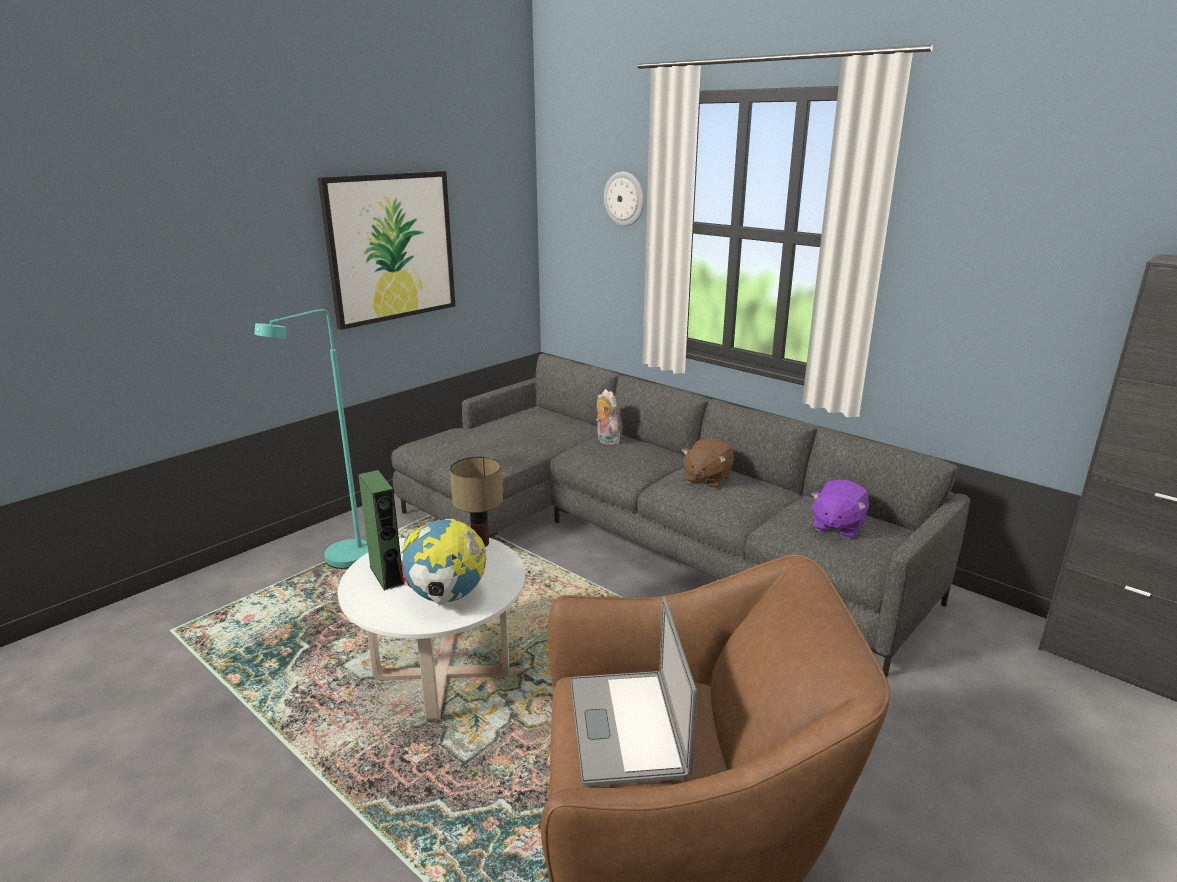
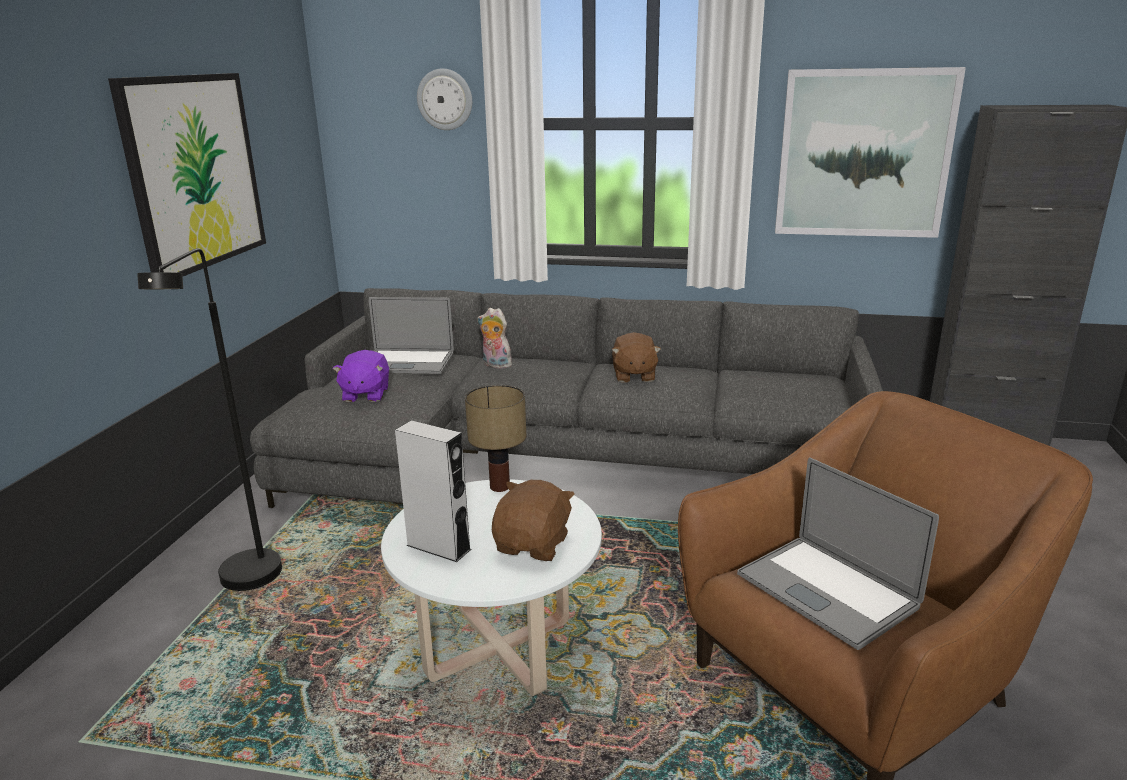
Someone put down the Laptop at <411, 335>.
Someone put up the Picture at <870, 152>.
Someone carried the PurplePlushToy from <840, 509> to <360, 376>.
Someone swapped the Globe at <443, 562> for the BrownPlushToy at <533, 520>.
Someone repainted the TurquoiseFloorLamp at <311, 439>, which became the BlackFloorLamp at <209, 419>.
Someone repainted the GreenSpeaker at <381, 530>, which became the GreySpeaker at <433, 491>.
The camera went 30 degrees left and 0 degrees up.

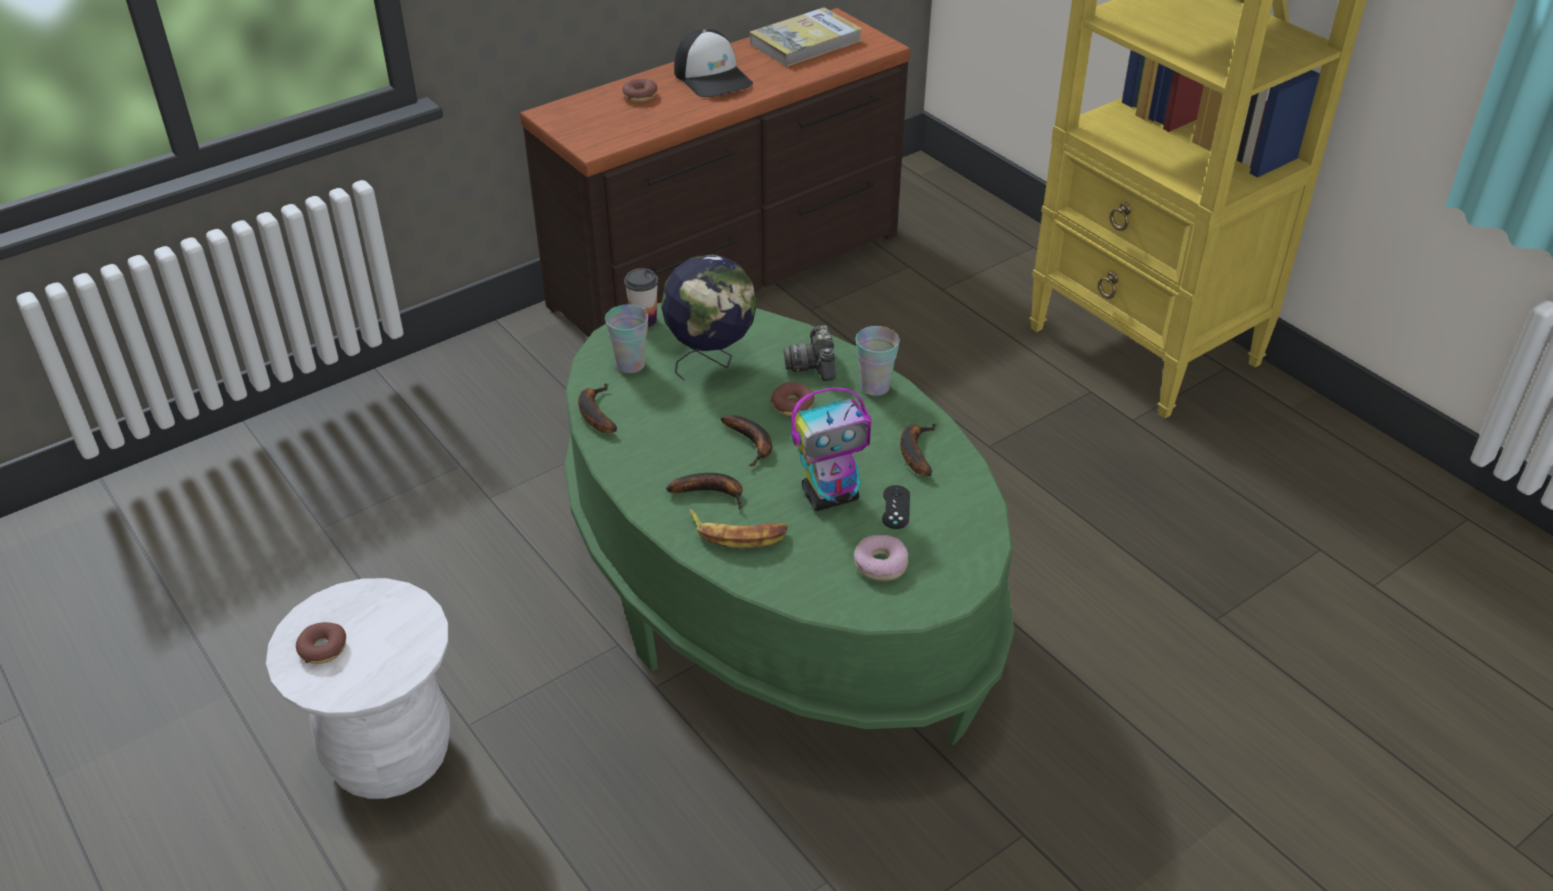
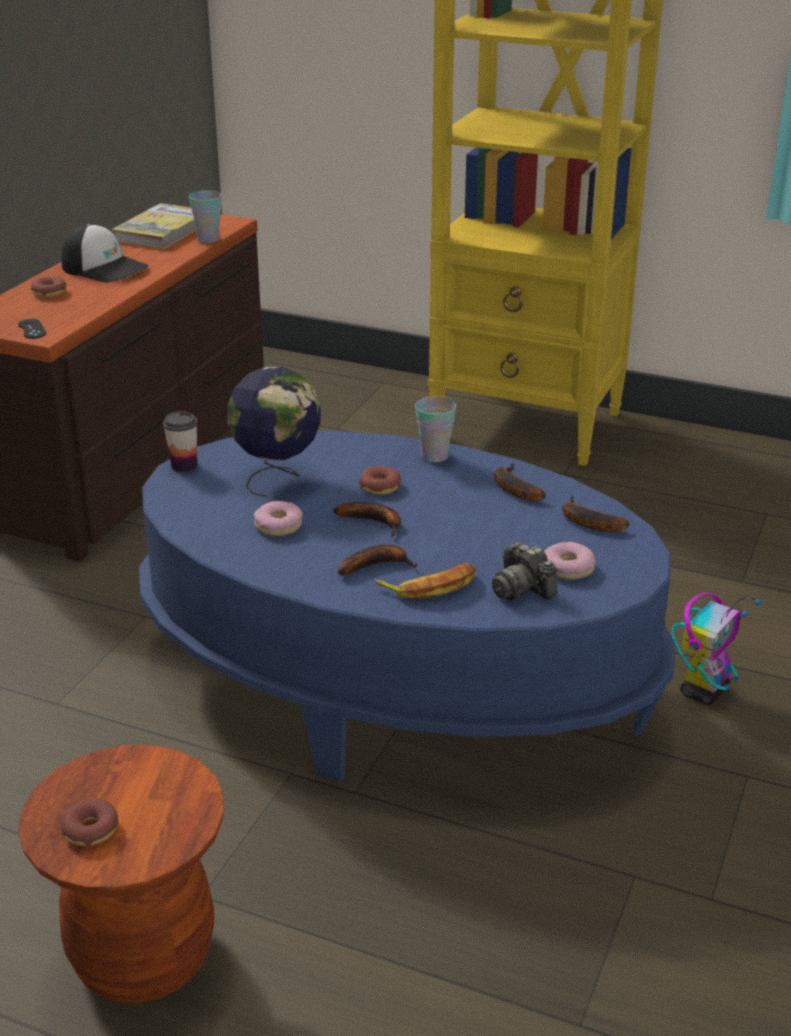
Someone put down the Donut at <278, 518>.
Someone carried the Banana from <597, 408> to <595, 514>.
Someone carried the Cup from <626, 339> to <205, 216>.
Someone carried the PhotoCamera from <810, 353> to <524, 571>.
Someone carried the ToyRobot from <831, 449> to <716, 649>.
Someone carried the BlackGameController from <896, 507> to <32, 329>.
Someone repainted the WhiteStool at <358, 688>, which became the BrownStool at <121, 874>.
Someone repainted the GreenCoffeeTable at <789, 523>, which became the BlueCoffeeTable at <407, 606>.
The camera went 30 degrees left and 10 degrees down.

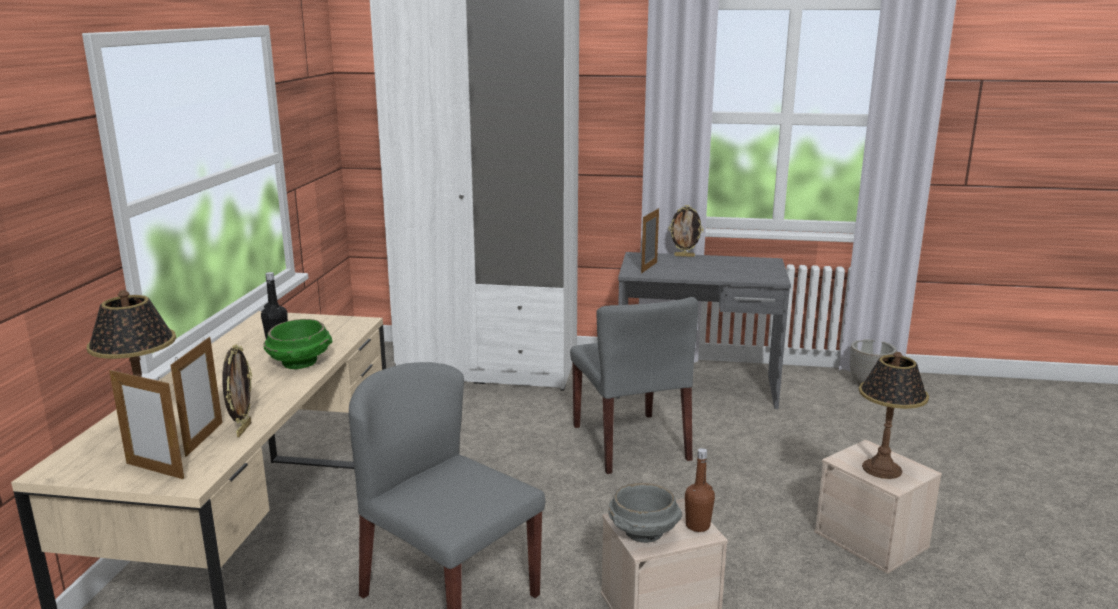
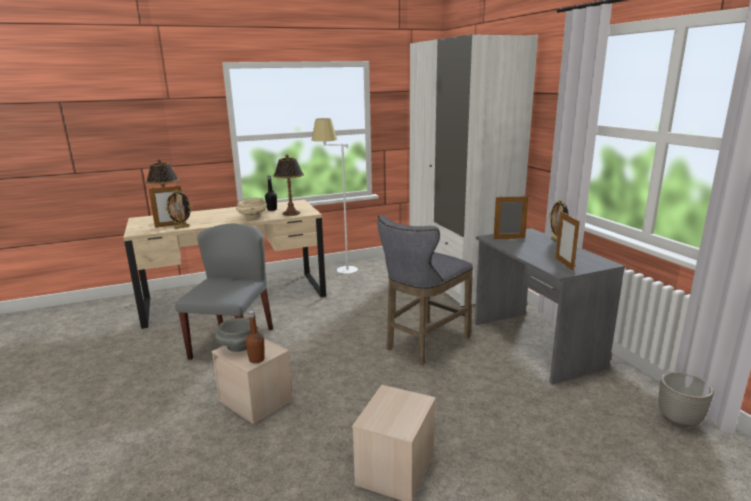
Someone put down the WhiteFloorLamp at <335, 196>.
Someone carried the PictureFrame from <146, 423> to <568, 241>.
Someone carried the TableLamp from <894, 415> to <288, 185>.
Someone swapped the GreyChair at <634, 385> for the GreyStool at <425, 290>.
Someone repainted the GreenBowl at <298, 344>, which became the BeigeBowl at <251, 208>.
The camera went 60 degrees right and 0 degrees up.

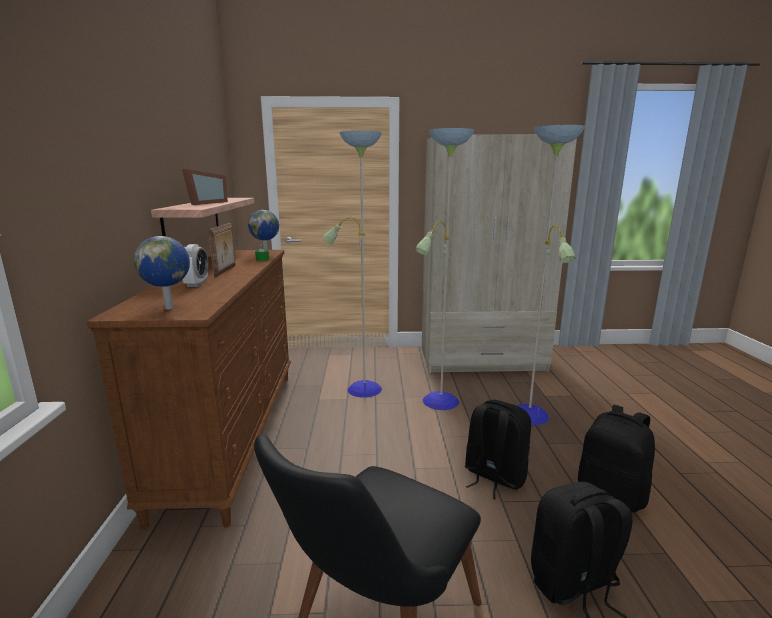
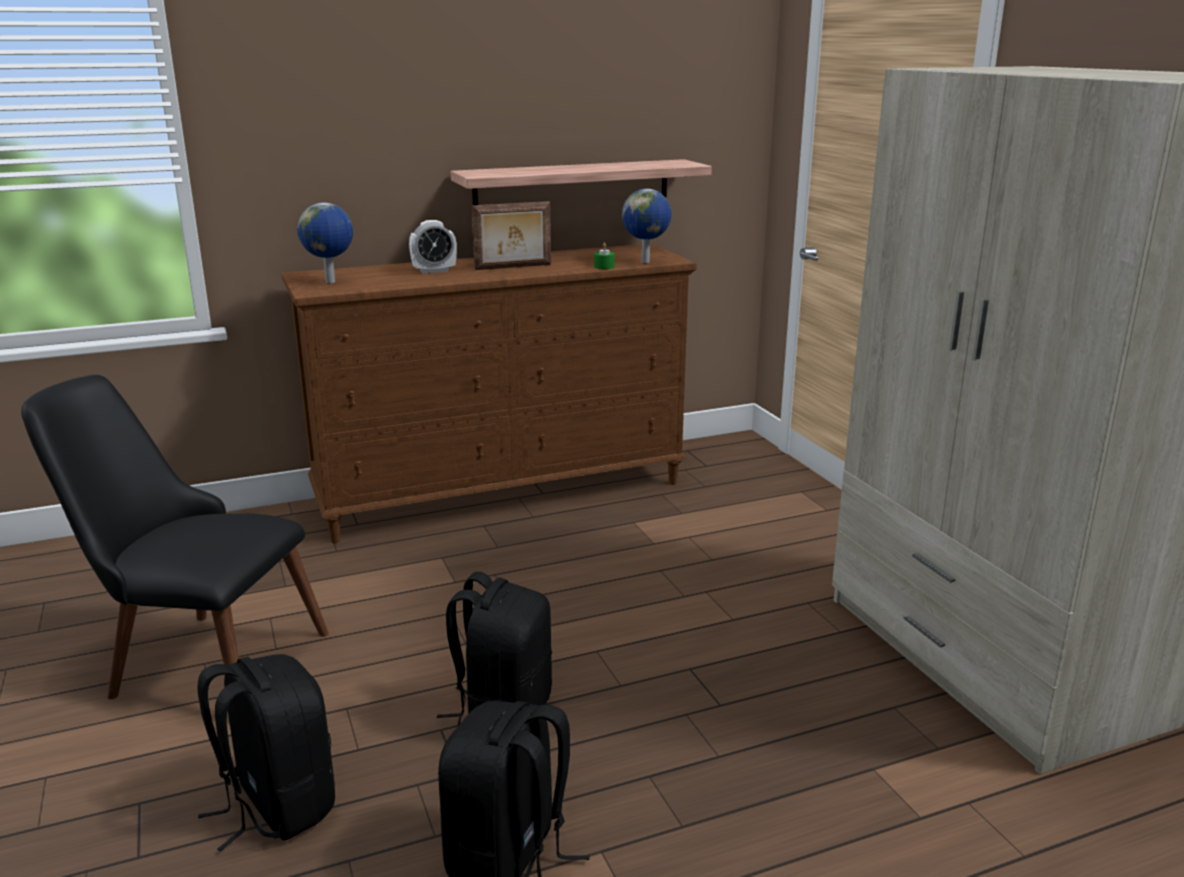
Someone took away the PictureFrame at <205, 187>.
Someone took away the FloorLamp at <454, 275>.
The camera went 70 degrees right and 5 degrees up.

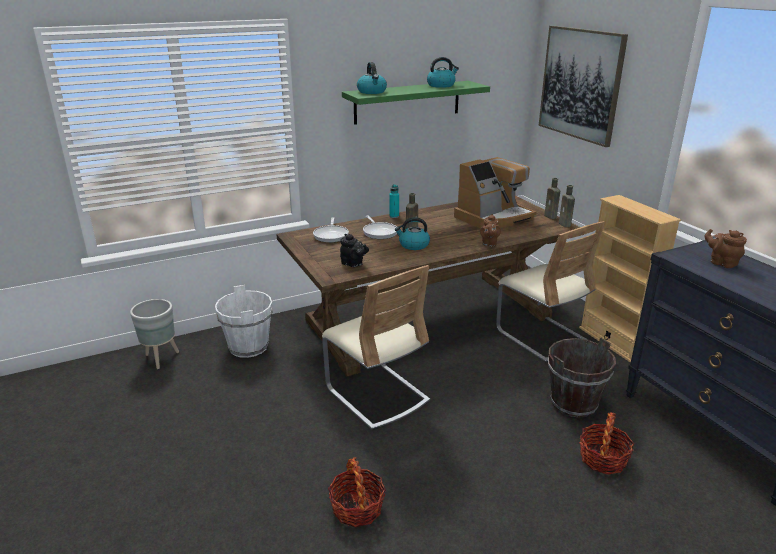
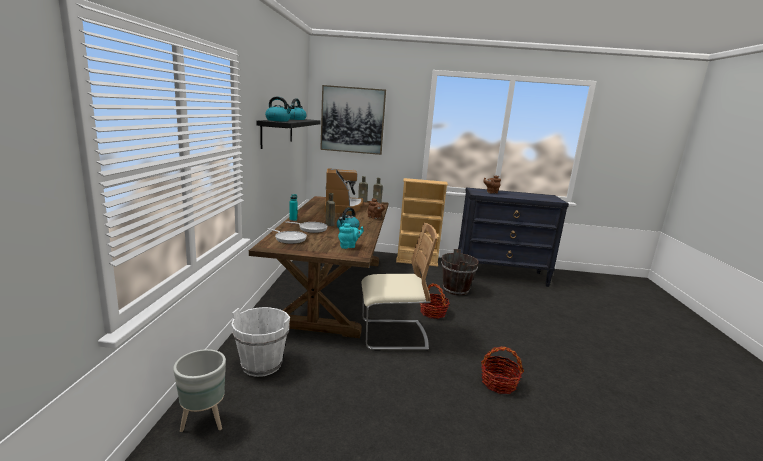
Someone took away the BeigeChair at <550, 292>.
Someone carried the Basket from <607, 444> to <435, 301>.
Someone repainted the BlackTeapot at <354, 250>, which became the TurquoiseTeapot at <351, 236>.
Someone repainted the GreenShelf at <416, 103>, which became the BlackShelf at <288, 134>.
The camera went 60 degrees left and 10 degrees down.

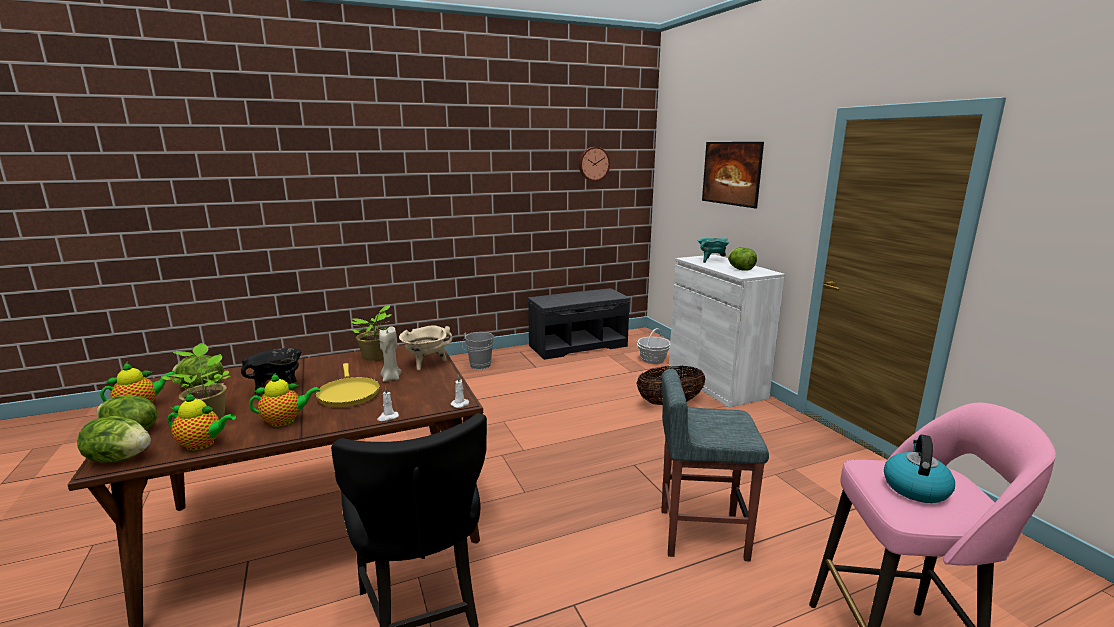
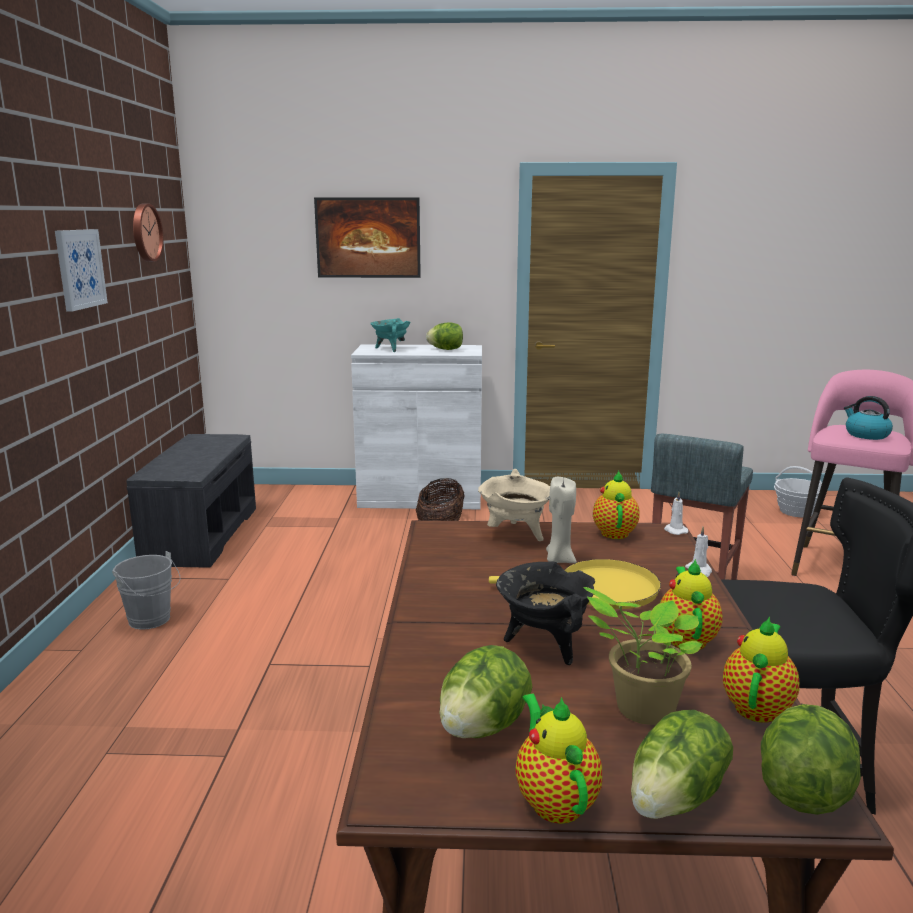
Someone took away the PottedPlant at <371, 333>.
Someone put up the Picture at <81, 270>.
Someone put down the Teapot at <616, 505>.
Someone carried the Basket from <653, 346> to <798, 492>.
The camera went 65 degrees left and 0 degrees up.

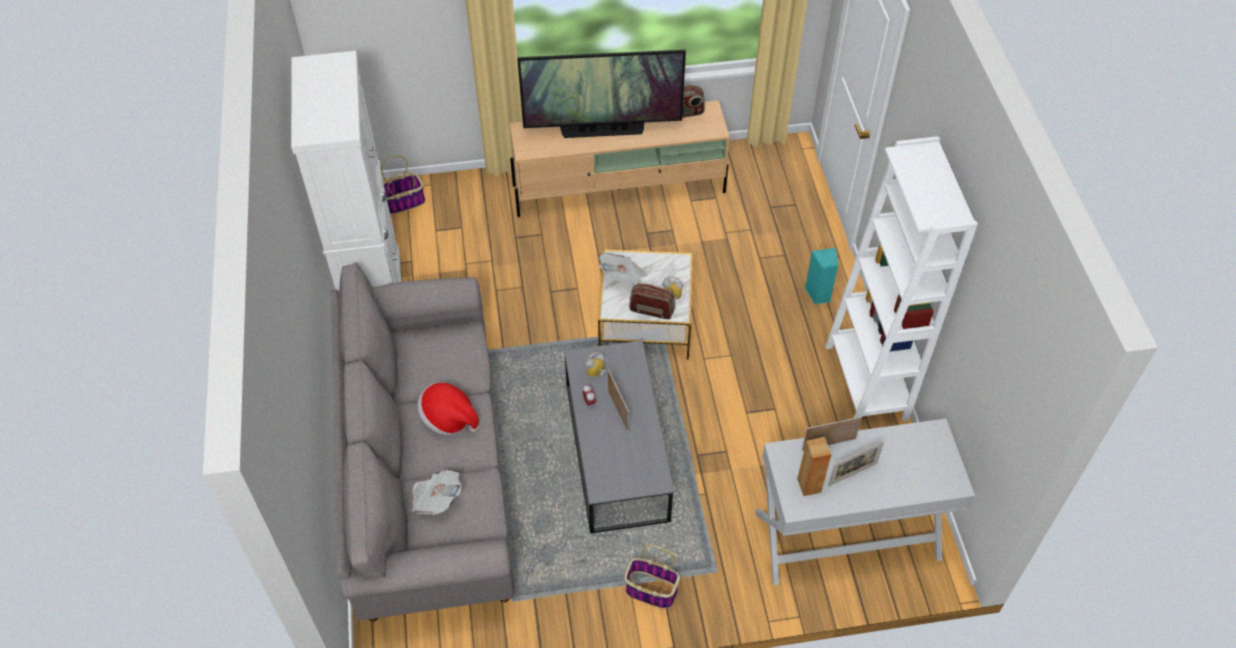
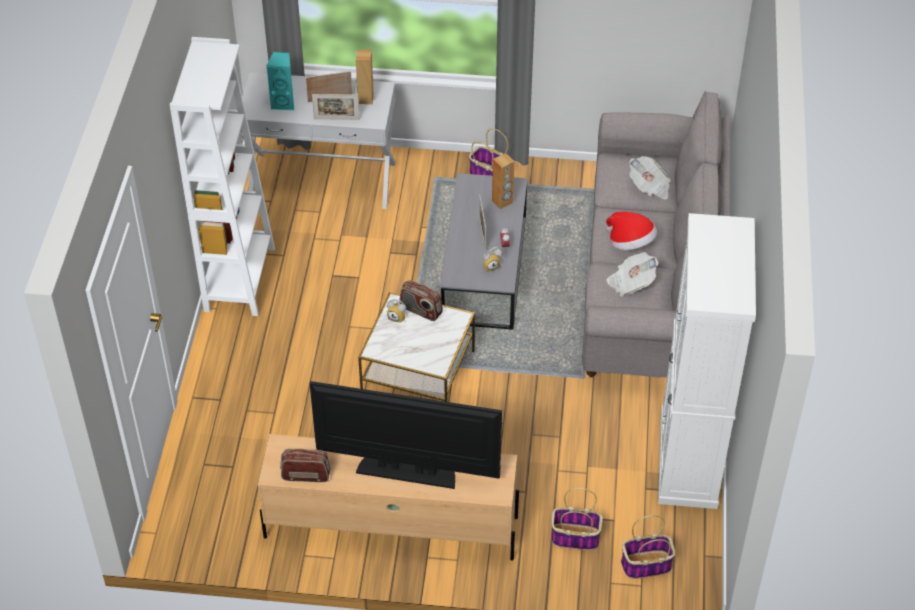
Someone put down the BrownSpeaker at <503, 181>.
Someone put down the Basket at <577, 519>.
Someone carried the Newspaper from <623, 268> to <632, 274>.
Someone carried the TurquoiseSpeaker from <821, 276> to <280, 81>.
The camera went 165 degrees left and 5 degrees down.

